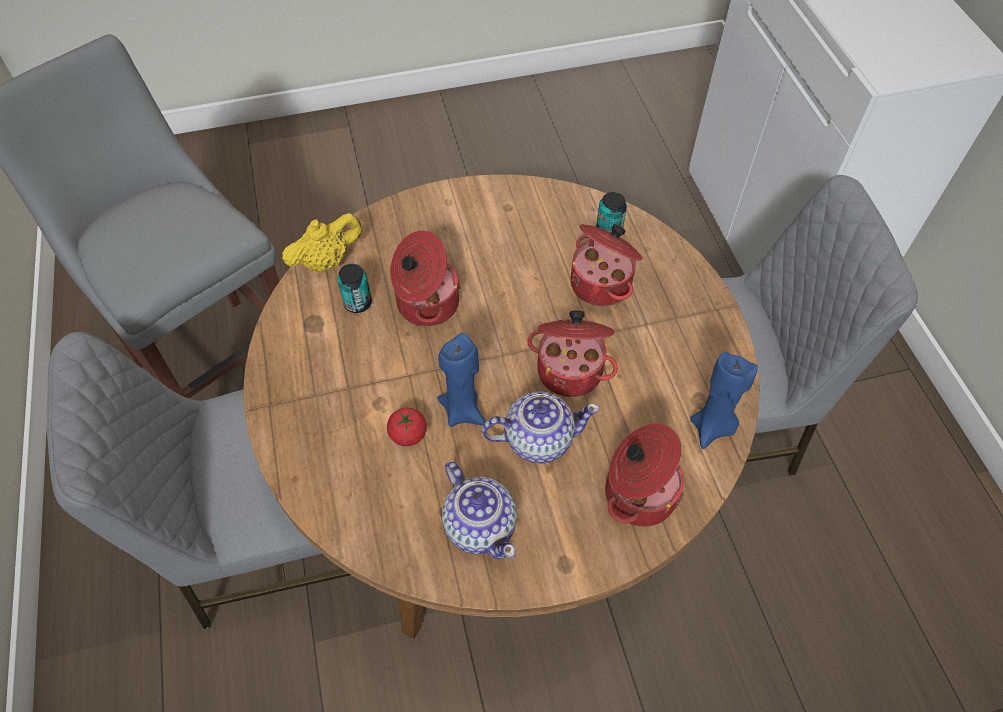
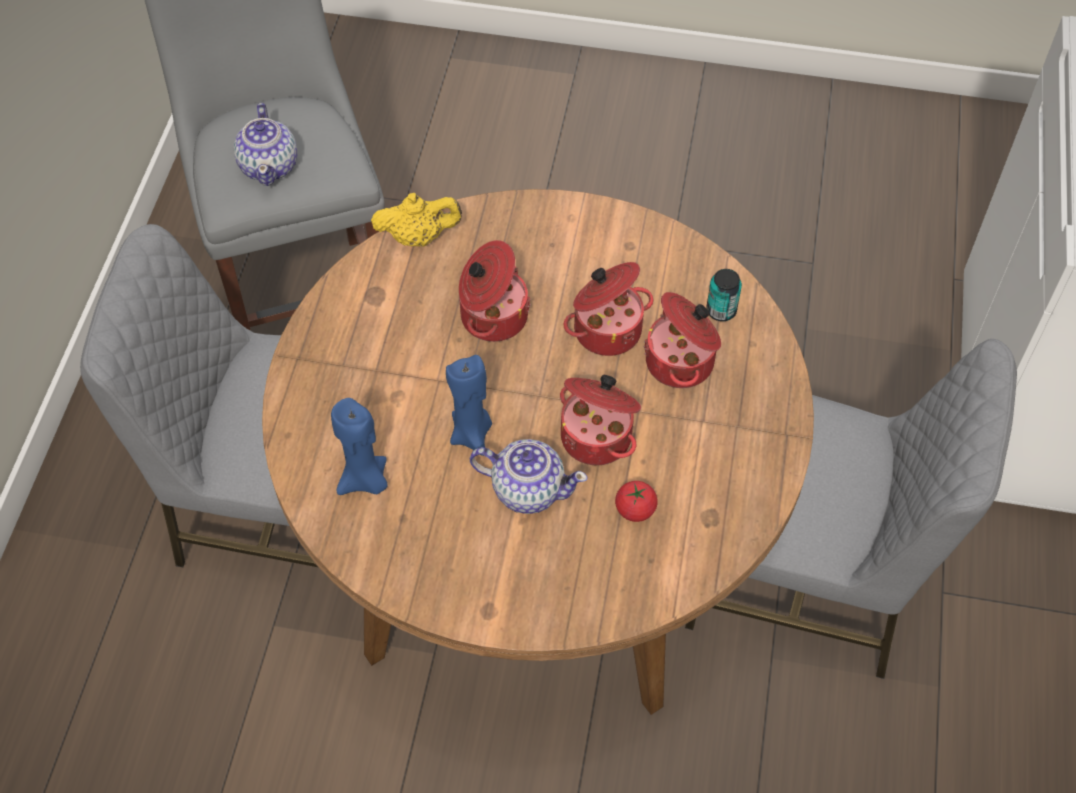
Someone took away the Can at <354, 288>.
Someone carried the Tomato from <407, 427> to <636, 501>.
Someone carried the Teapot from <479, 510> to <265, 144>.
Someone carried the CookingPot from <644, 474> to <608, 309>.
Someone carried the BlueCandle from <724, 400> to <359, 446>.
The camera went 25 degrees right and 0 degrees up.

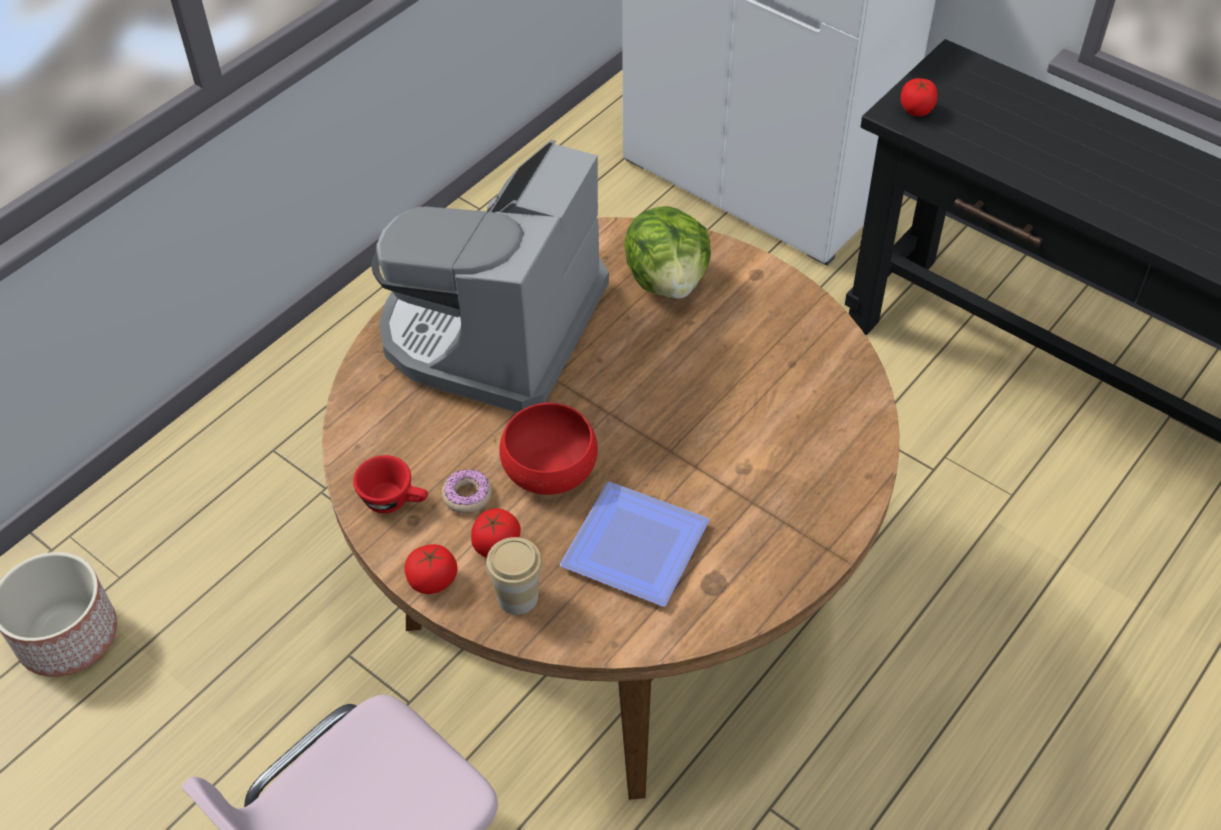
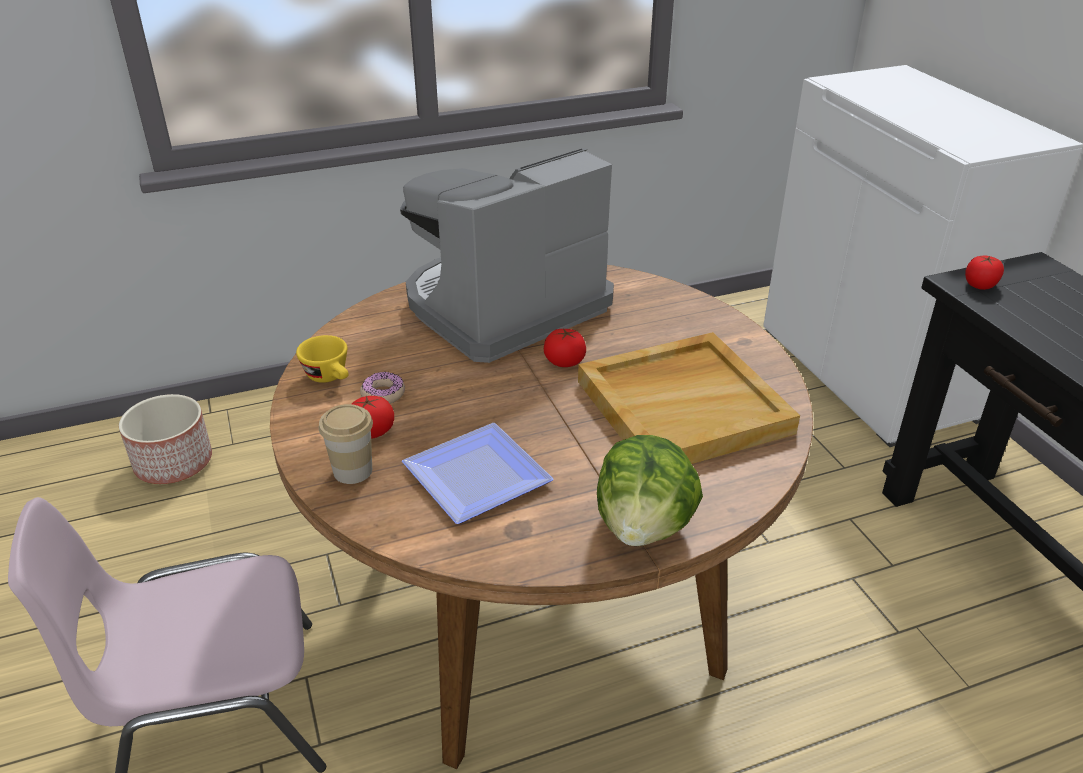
Someone took away the RedBowl at <548, 449>.
Someone put down the BeigeTray at <689, 398>.
Someone carried the Tomato from <431, 569> to <565, 348>.
Someone carried the Lettuce from <667, 252> to <650, 490>.
Someone repainted the RedCup at <390, 484>, which became the YellowCup at <322, 359>.
The camera went 30 degrees right and 15 degrees down.

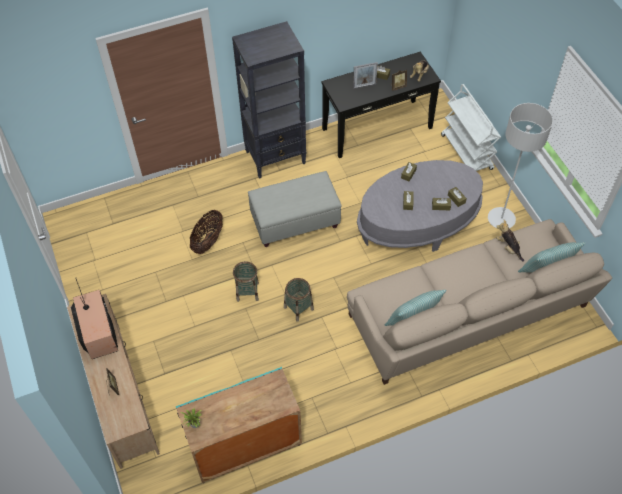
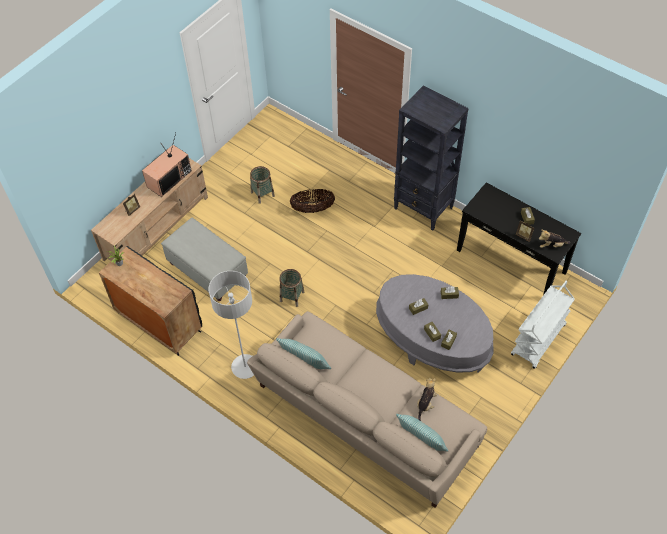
Someone took away the PictureFrame at <365, 75>.
Someone carried the Basket from <246, 281> to <262, 185>.
Someone carried the GreyOttoman from <295, 209> to <204, 259>.
Someone carried the GreyFloorLamp from <520, 166> to <231, 325>.
Someone repainted the TurquoiseCabinet at <239, 424>, which became the BlackCabinet at <150, 301>.
The camera went 60 degrees right and 0 degrees up.

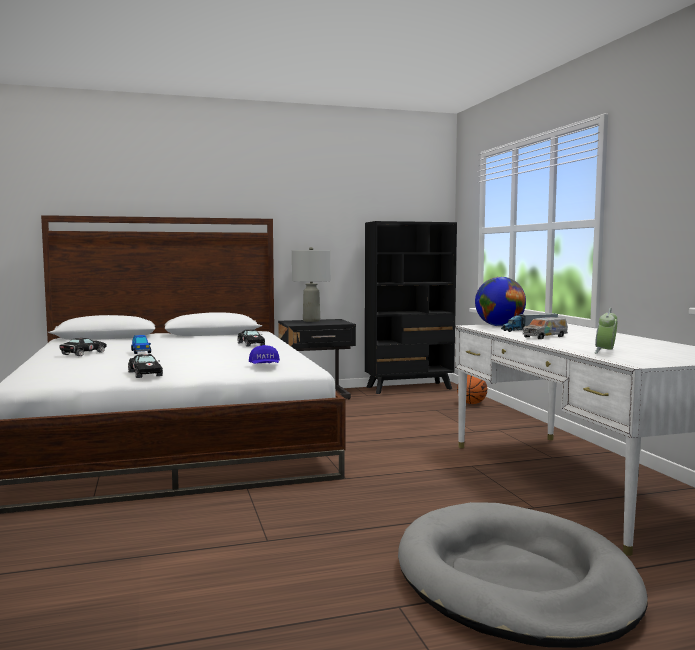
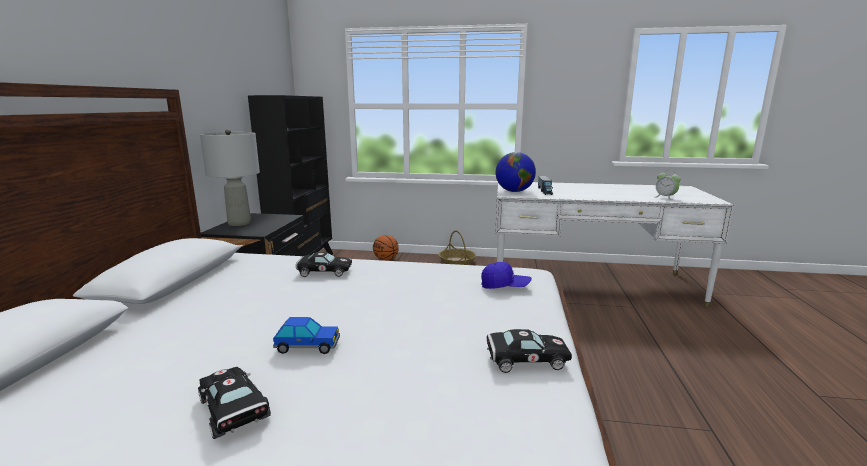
Someone took away the GreyDogBed at <523, 575>.
Someone took away the ToyTruck at <545, 328>.
Someone put down the Basket at <457, 247>.
The camera went 65 degrees left and 10 degrees up.

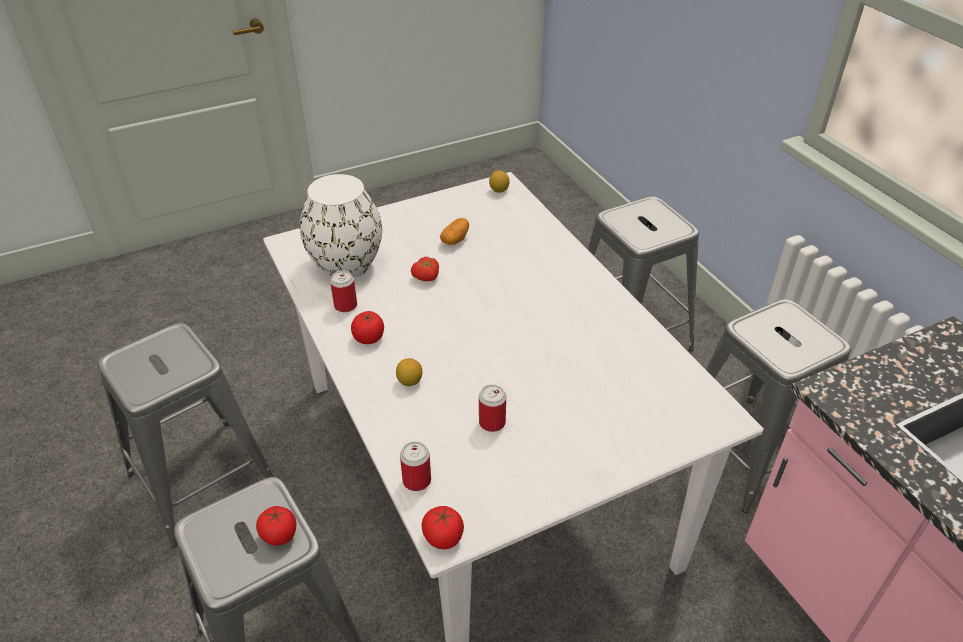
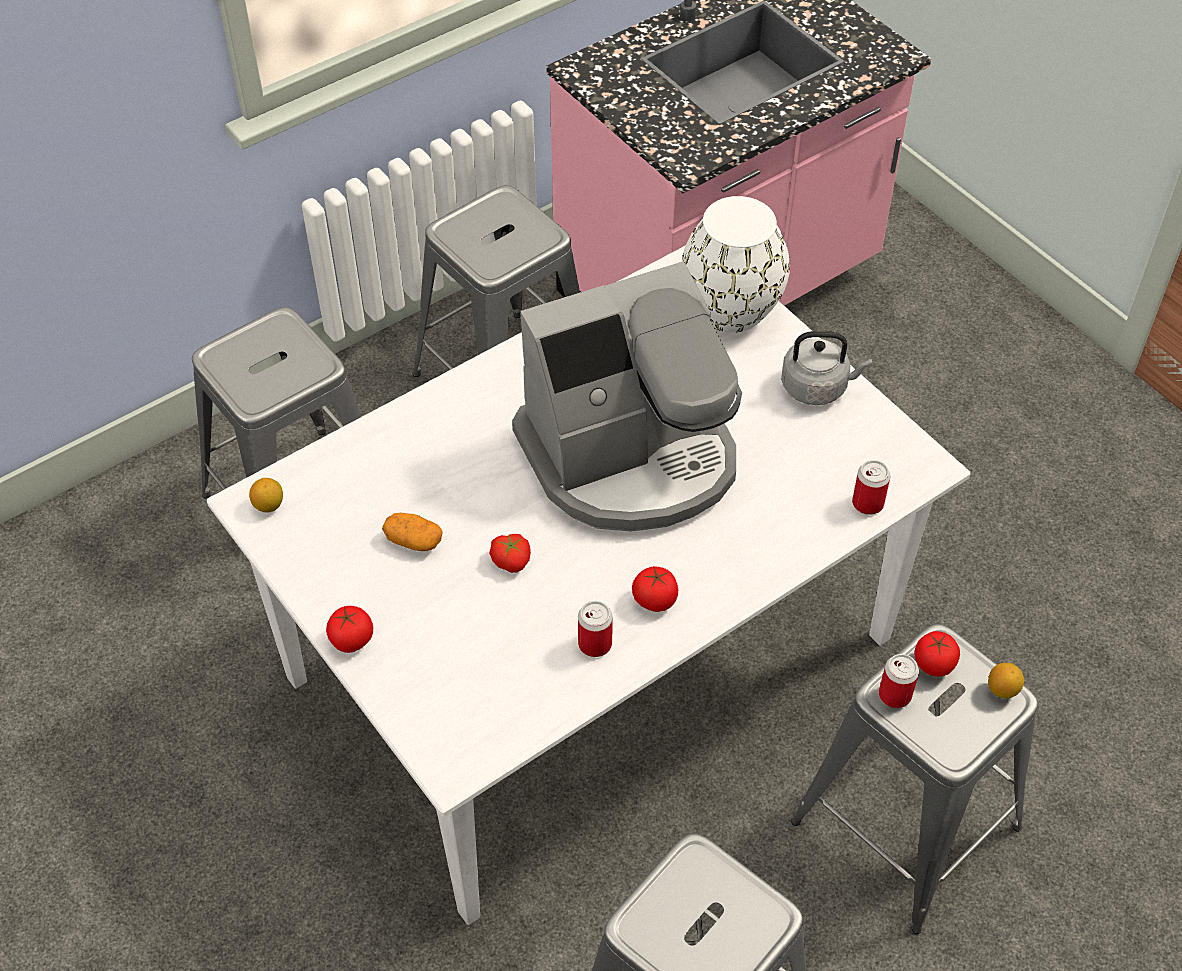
Someone put down the CoffeeMachine at <627, 397>.
Someone put down the GreyKettle at <826, 368>.
Someone carried the WhiteVase from <341, 226> to <736, 264>.
Someone carried the Lemon from <409, 372> to <1006, 681>.
Someone carried the Tomato from <443, 527> to <349, 629>.
Someone carried the Can from <492, 408> to <899, 681>.
The camera went 100 degrees left and 10 degrees up.

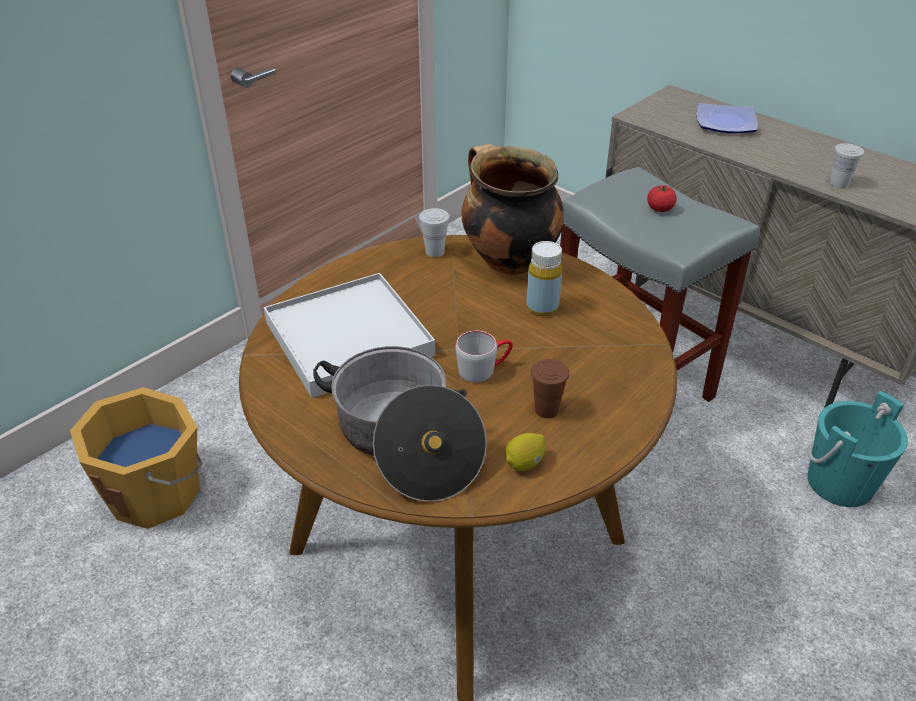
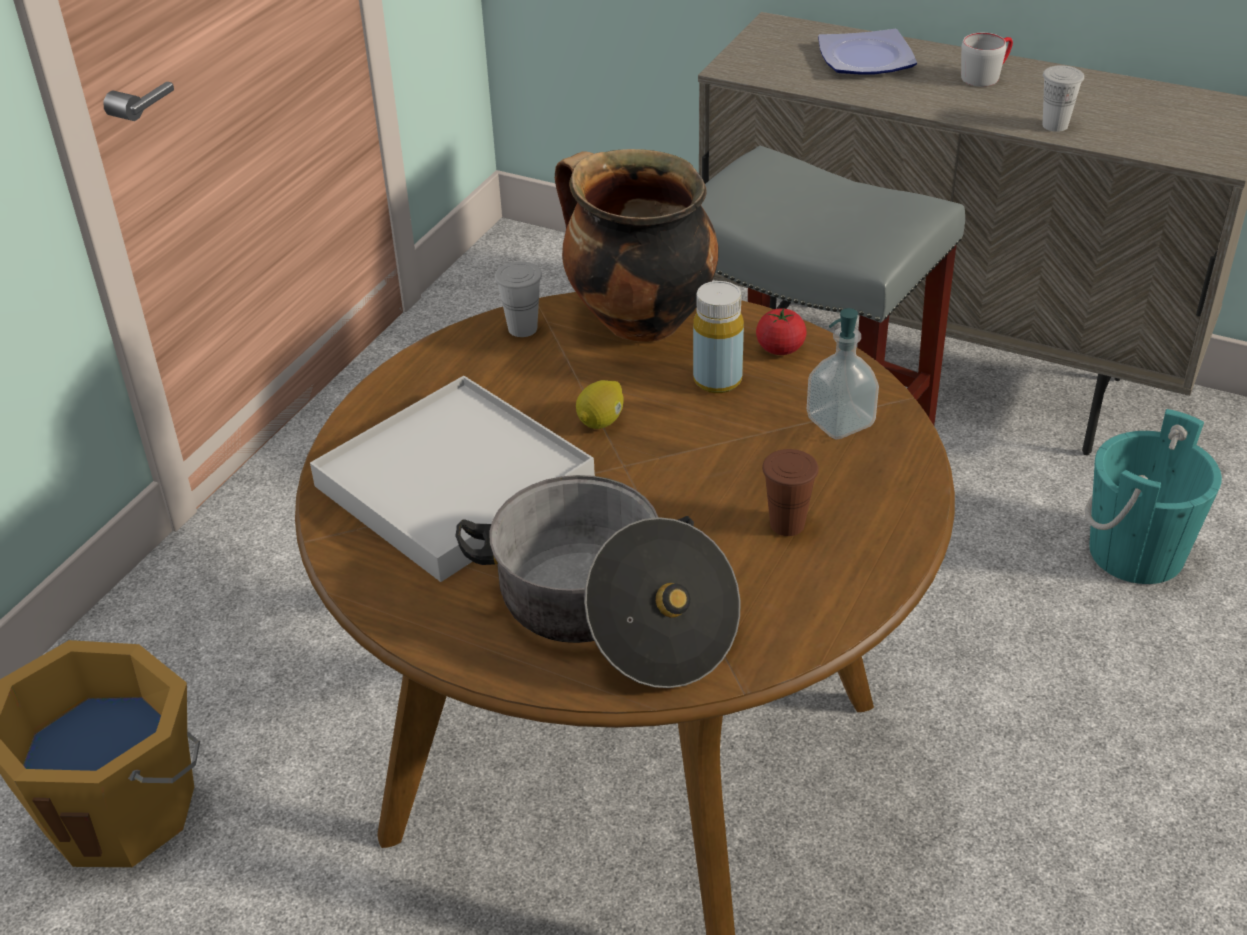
Someone put down the SoapDispenser at <843, 373>.
Someone carried the GreyMug from <484, 357> to <987, 60>.
Someone carried the Lemon from <525, 452> to <600, 404>.
Someone carried the Tomato from <662, 198> to <781, 331>.
The camera went 15 degrees left and 0 degrees up.

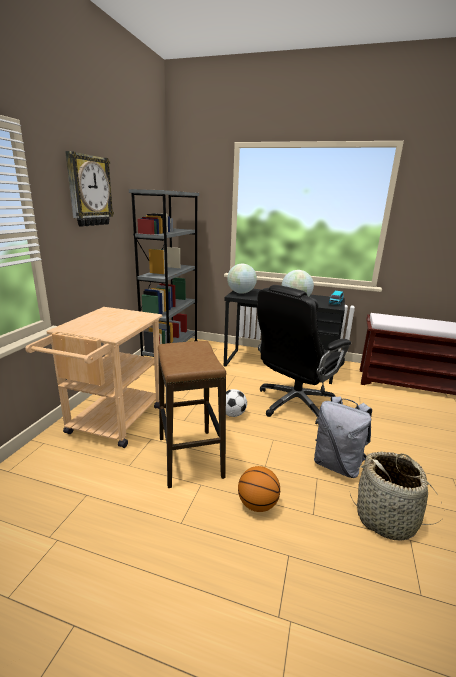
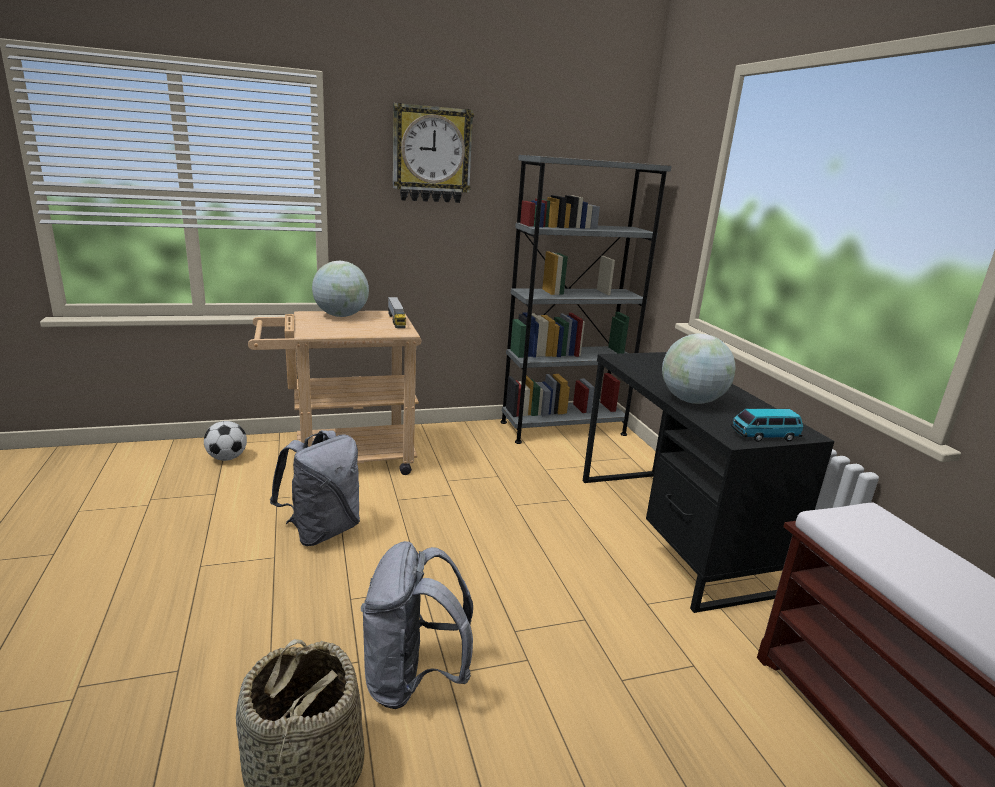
Someone took away the Basketball at <259, 489>.
Someone took away the BlackOfficeChair at <304, 355>.
Someone put down the ToyTruck at <397, 312>.
Someone carried the Football from <236, 403> to <225, 441>.
Someone carried the Globe from <242, 279> to <340, 289>.
Someone swapped the Stool at <192, 414> for the GreyBackpack at <315, 488>.
The camera went 55 degrees right and 0 degrees up.

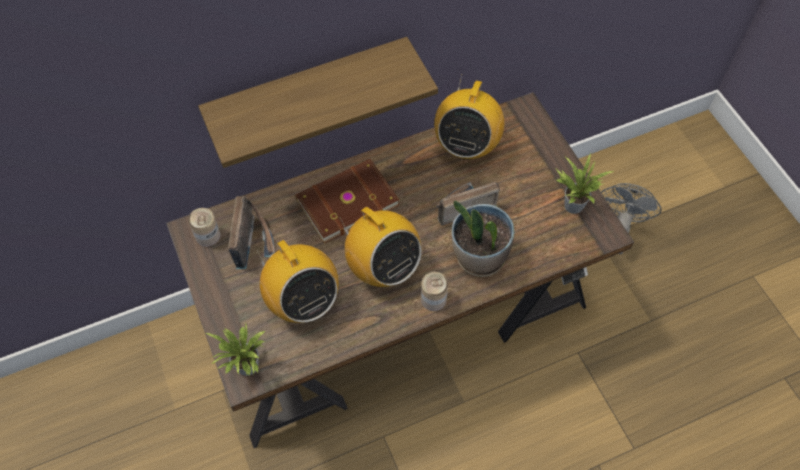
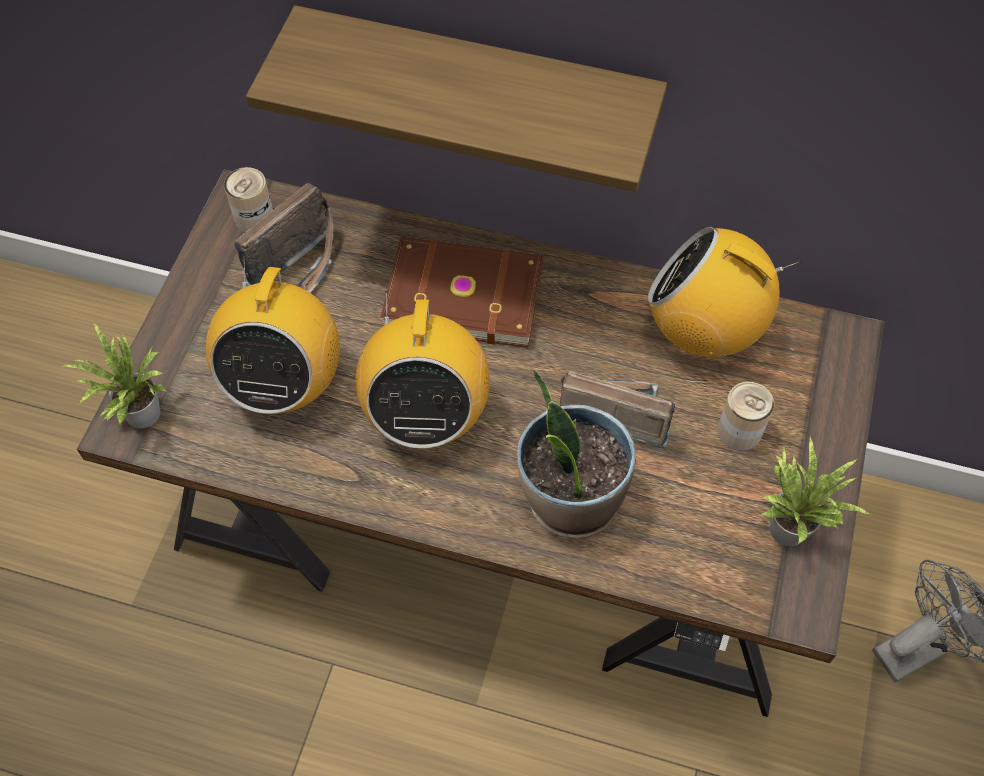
Someone carried the Can from <434, 291> to <746, 416>.
Someone rotated the Radio at <469, 117> by 60 degrees clockwise.
The camera went 40 degrees right and 0 degrees up.

